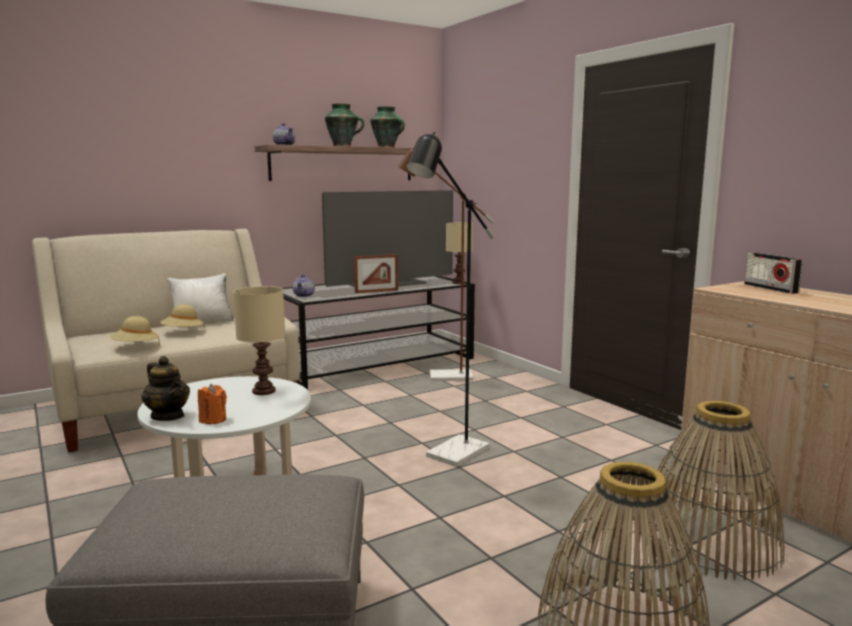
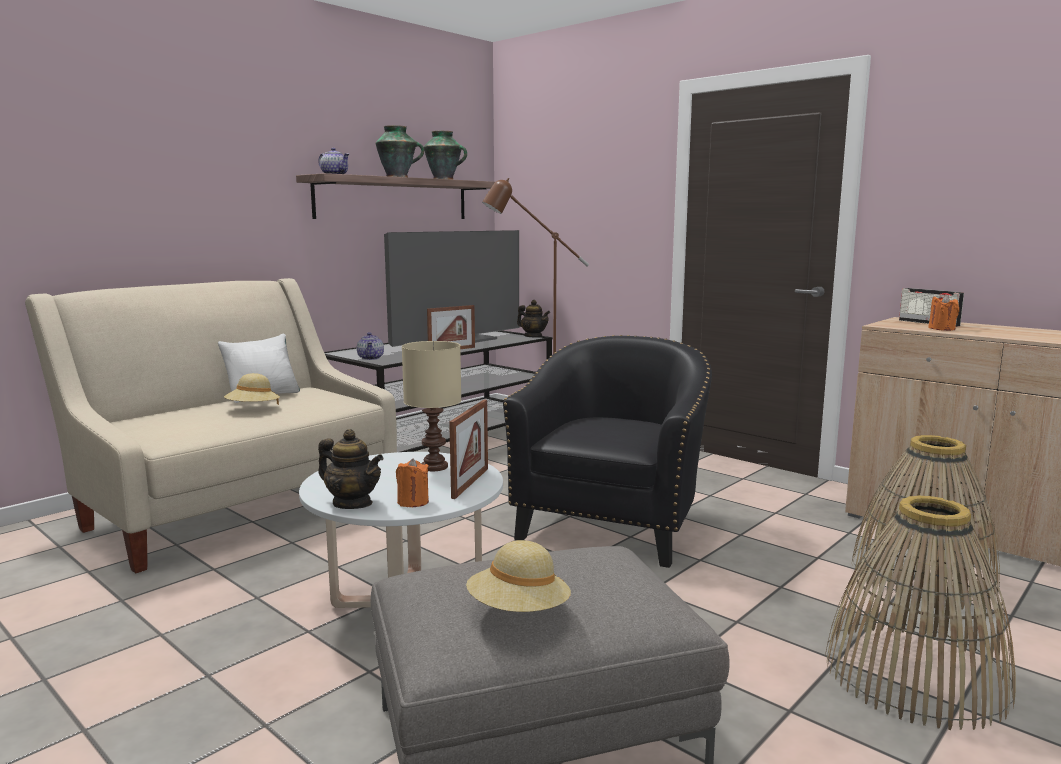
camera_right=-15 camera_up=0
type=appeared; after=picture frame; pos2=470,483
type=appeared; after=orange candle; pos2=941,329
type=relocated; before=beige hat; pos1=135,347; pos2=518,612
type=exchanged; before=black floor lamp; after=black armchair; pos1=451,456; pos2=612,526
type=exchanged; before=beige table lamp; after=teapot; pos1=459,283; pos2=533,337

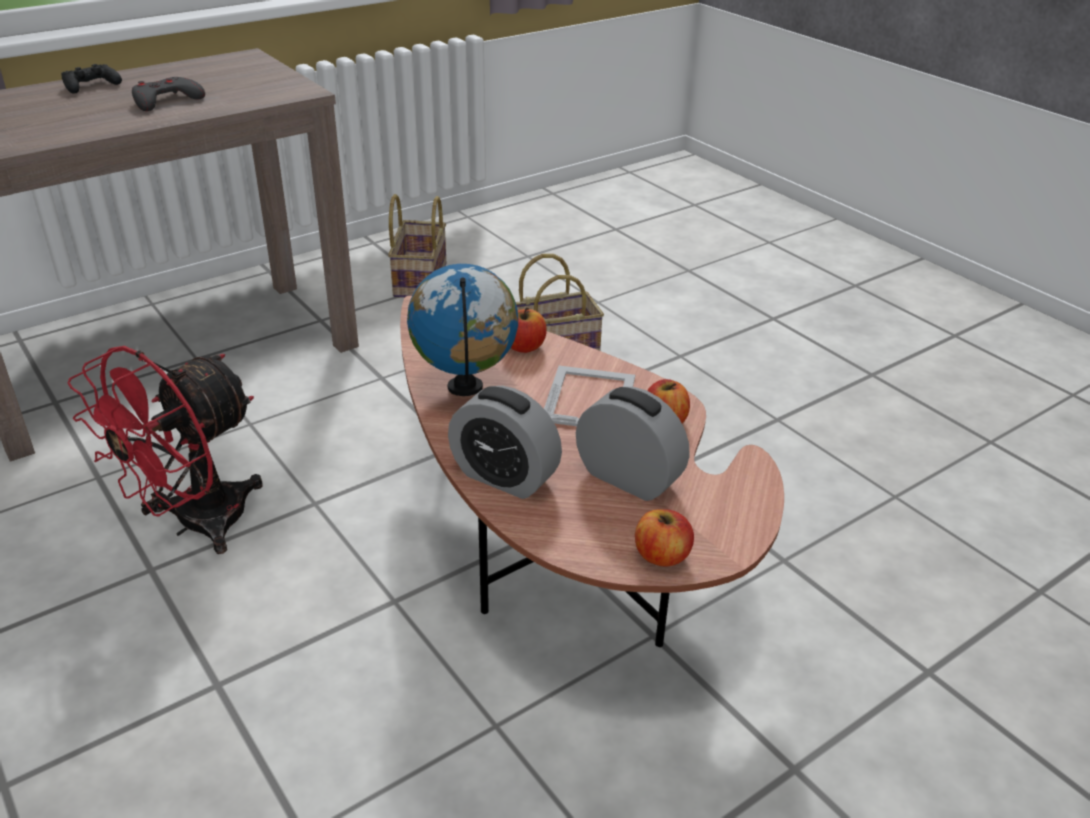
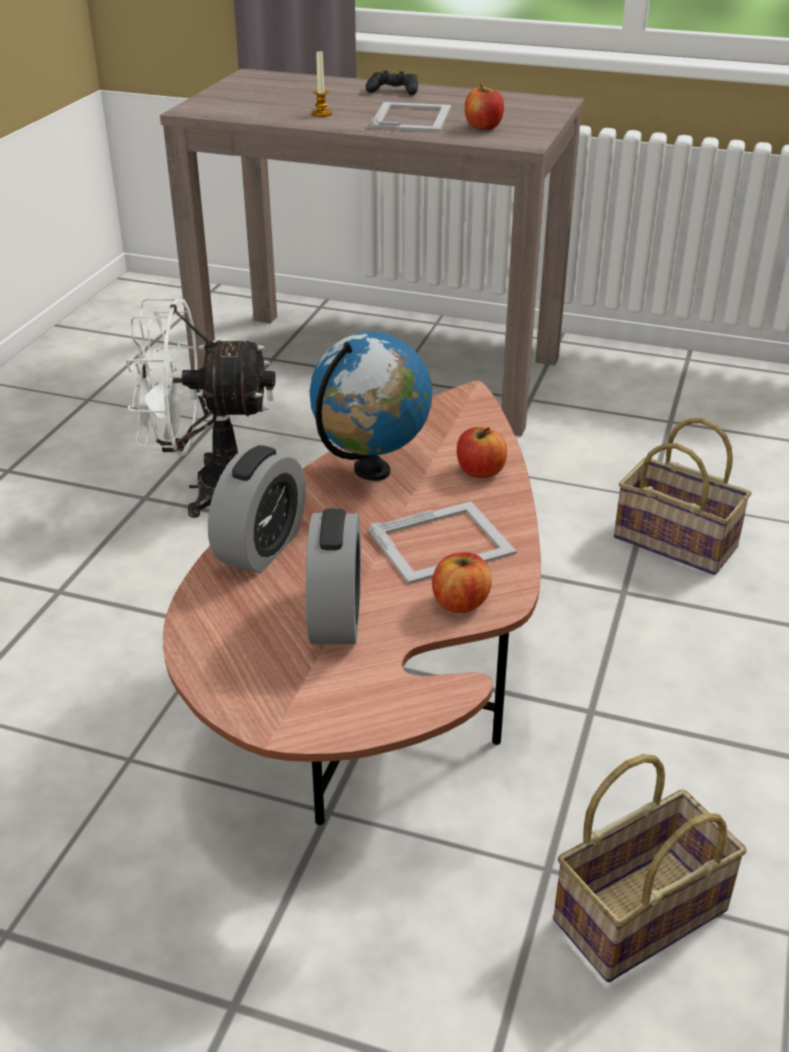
camera_right=55 camera_up=0
type=appeared; after=candle; pos2=321,113
type=relocated; before=basket; pos1=419,279; pos2=641,910
type=relocated; before=apple; pos1=662,556; pos2=483,127
type=exchanged; before=grey game controller; after=picture frame; pos1=166,100; pos2=412,117
type=colour; before=red fan; after=white fan; pos1=195,525; pos2=209,488
type=spun; before=alarm clock; pos1=504,477; pos2=261,548; turn=-150

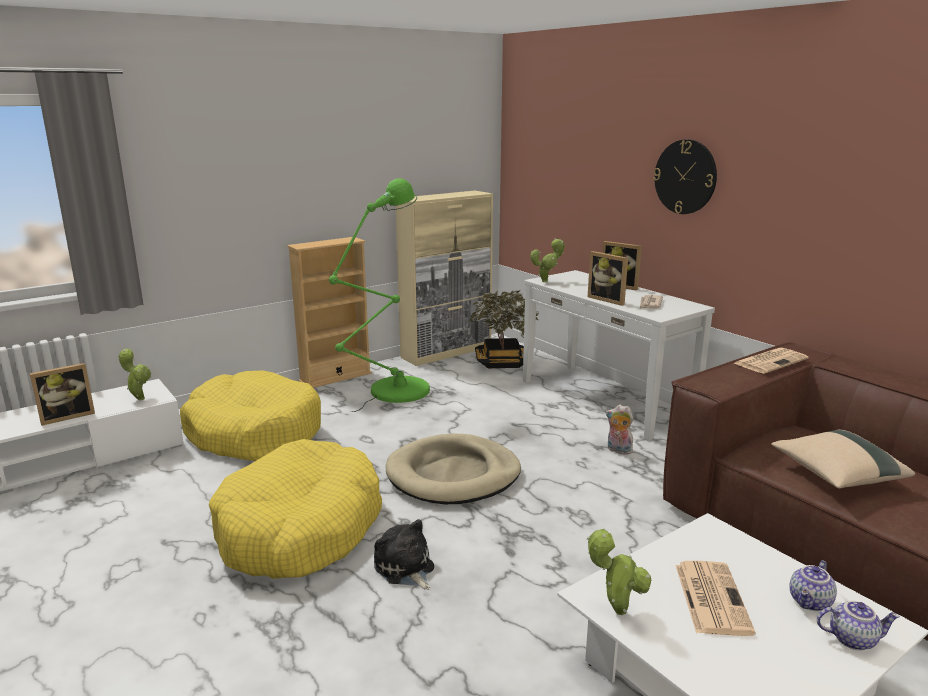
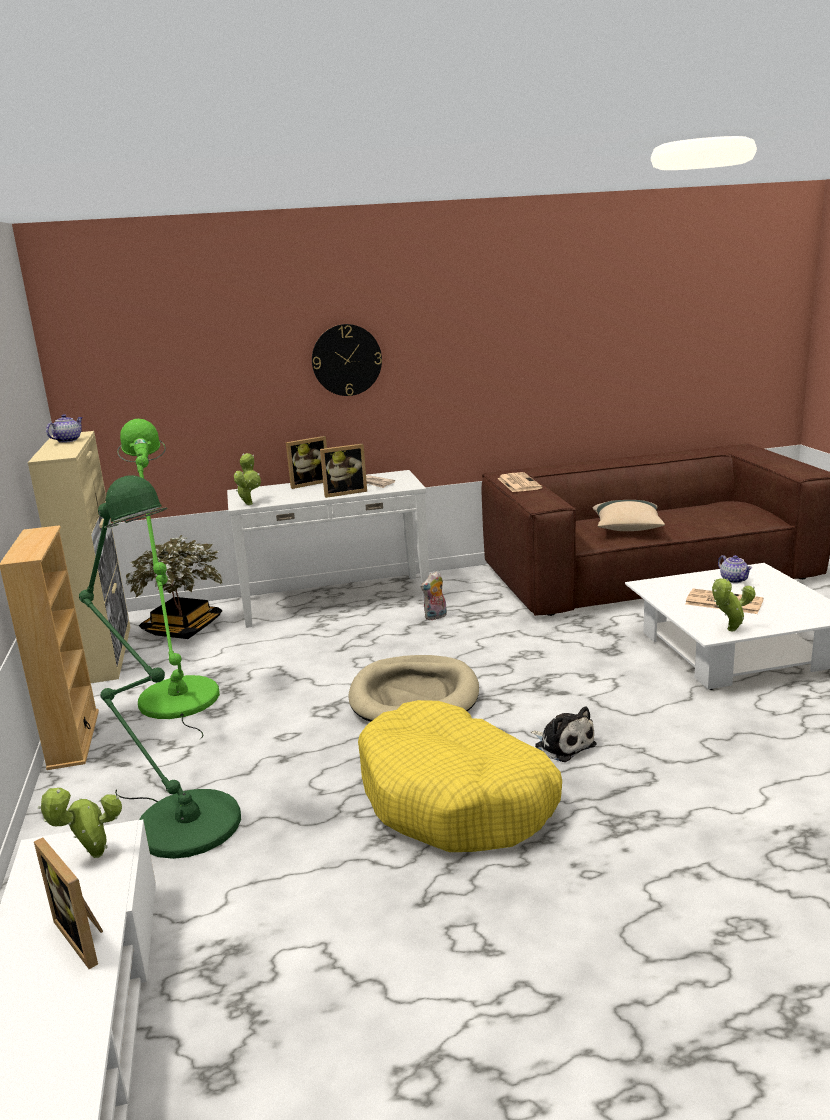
camera_right=-65 camera_up=0
type=relocated; before=teapot; pos1=852,638; pos2=67,440
type=exchanged; before=yellow dog bed; after=green floor lamp; pos1=254,433; pos2=180,819
type=spun; before=picture frame; pos1=67,416; pos2=85,936; turn=150
type=spun; before=plush toy; pos1=405,569; pos2=562,745; turn=-120

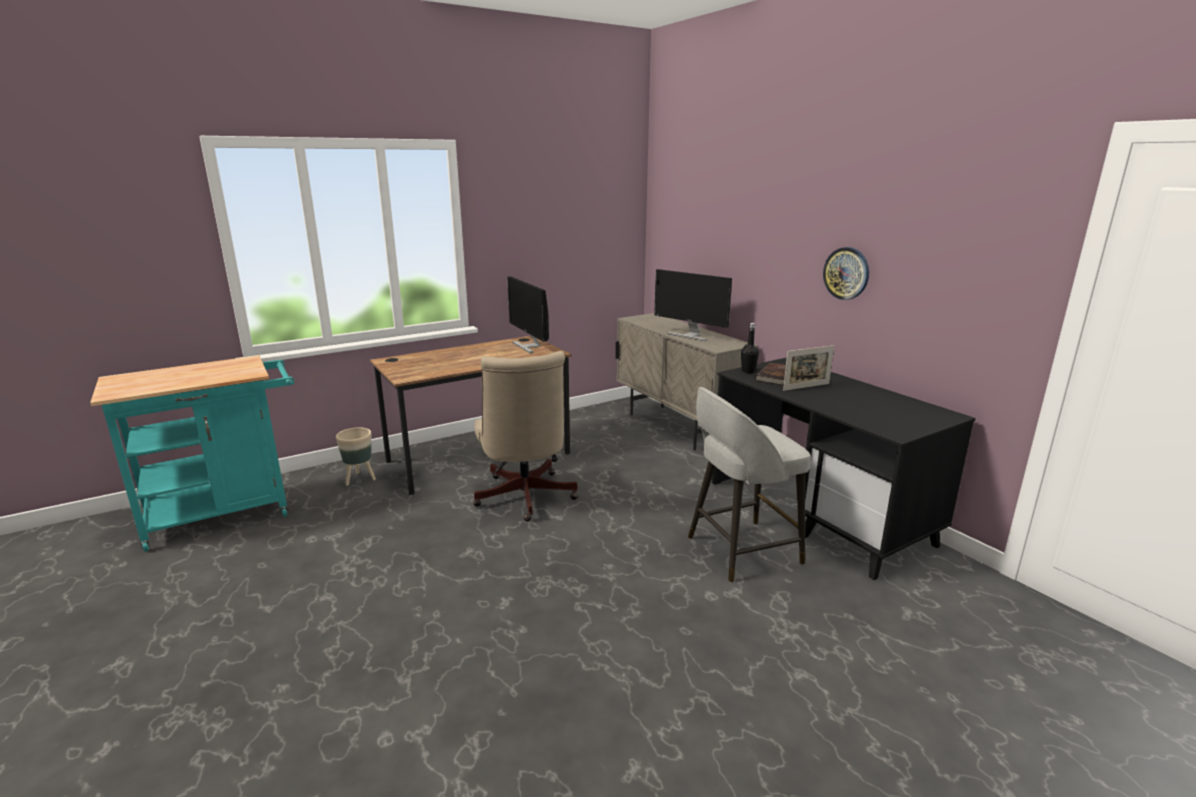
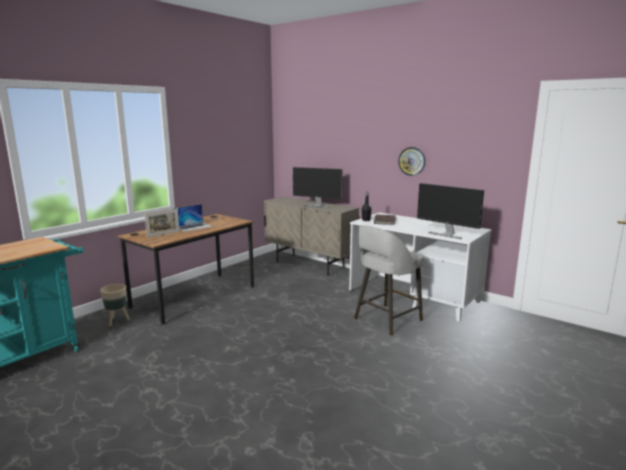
camera_right=-20 camera_up=-5
type=missing; before=beige office chair; pos1=524,499
type=appeared; after=laptop; pos2=193,227
type=relocated; before=monitor; pos1=529,346; pos2=446,234
type=relocated; before=picture frame; pos1=806,387; pos2=163,234
type=colour; before=black desk; after=white desk; pos1=819,513; pos2=414,296

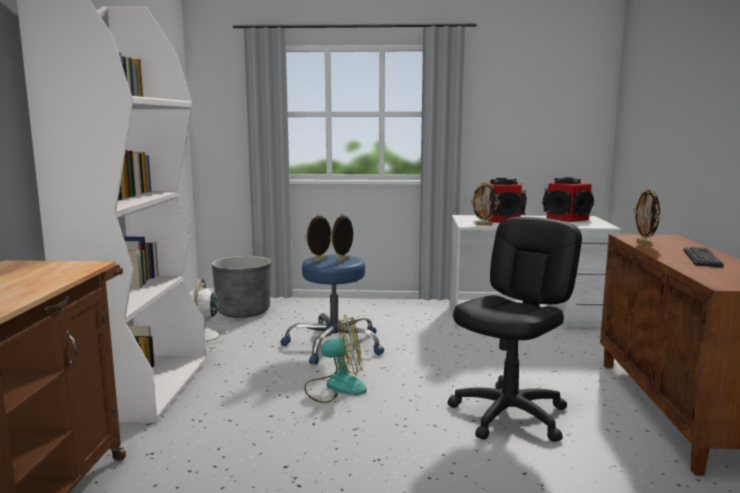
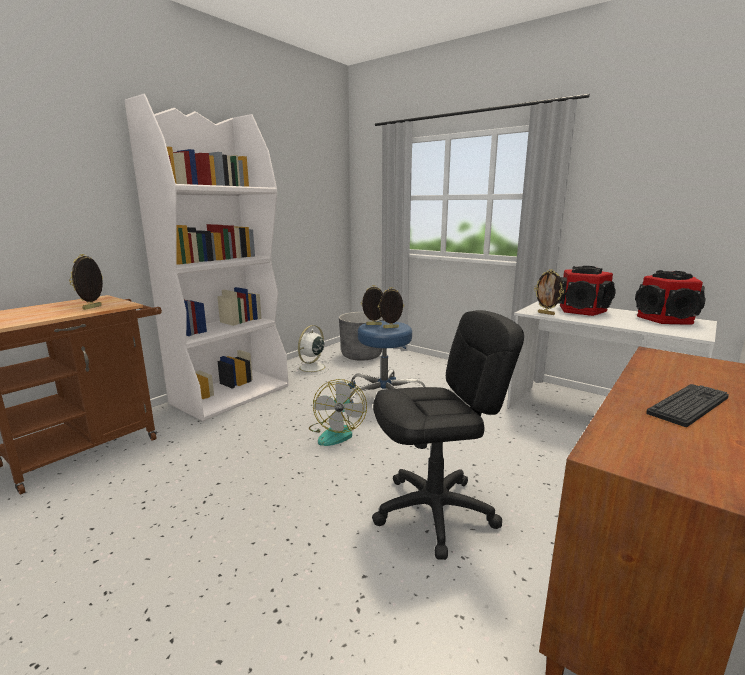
camera_right=35 camera_up=5
type=relocated; before=picture frame; pos1=644,244; pos2=93,307
type=spun; before=fan; pos1=336,387; pos2=336,432; turn=60

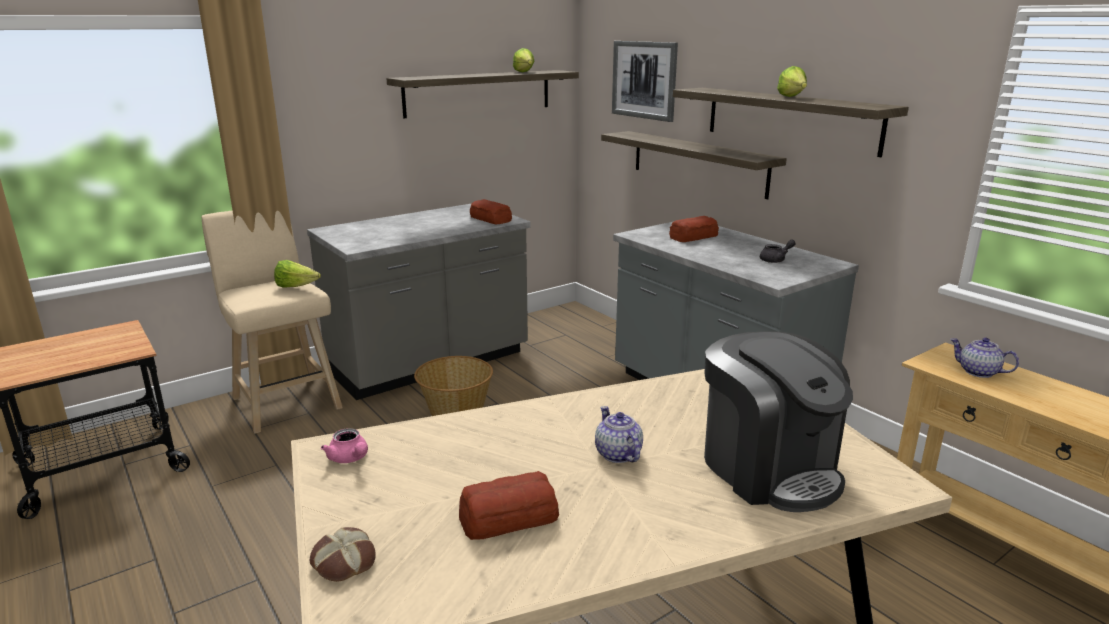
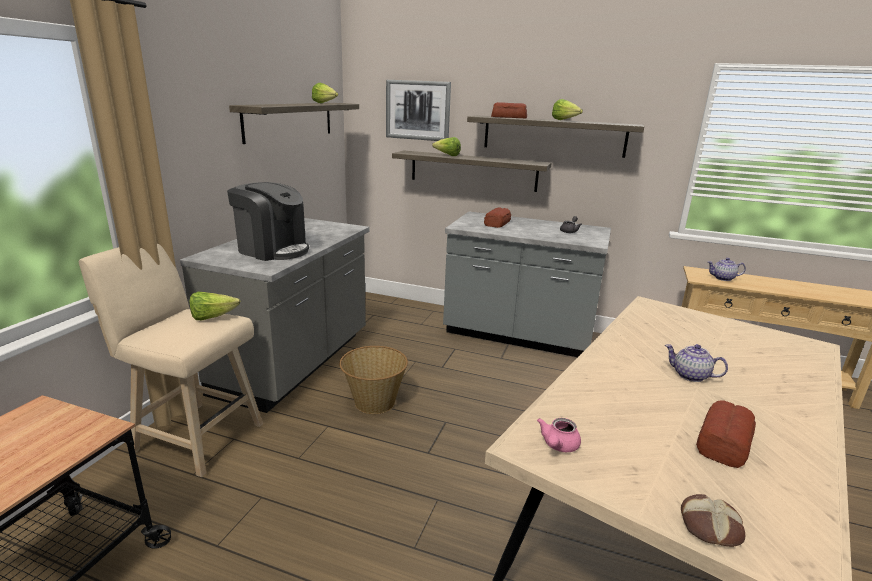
camera_right=-35 camera_up=0
type=appeared; after=lettuce; pos2=447,155
type=relocated; before=bread; pos1=490,219; pos2=509,117
type=relocated; before=coffee machine; pos1=769,468; pos2=273,250
type=spun; before=pink teapot; pos1=350,458; pos2=558,446; turn=105

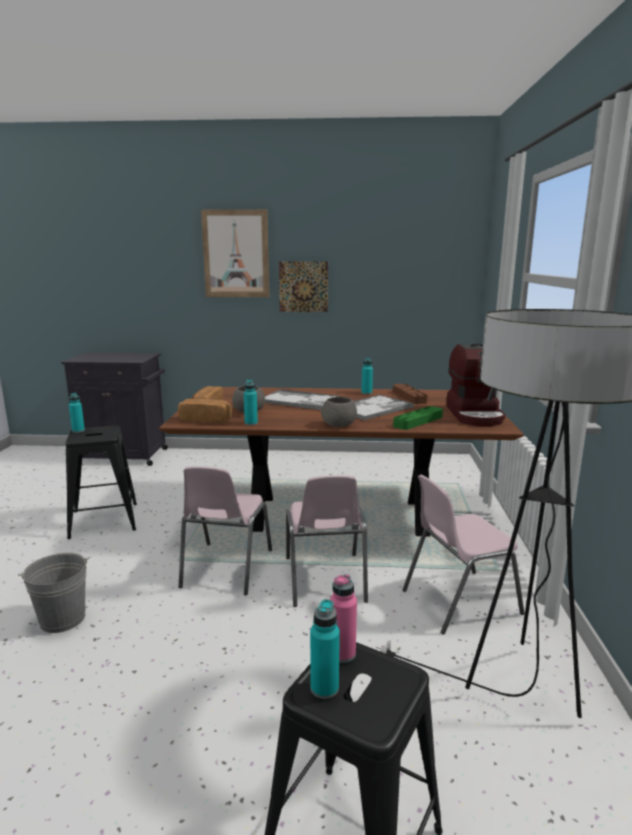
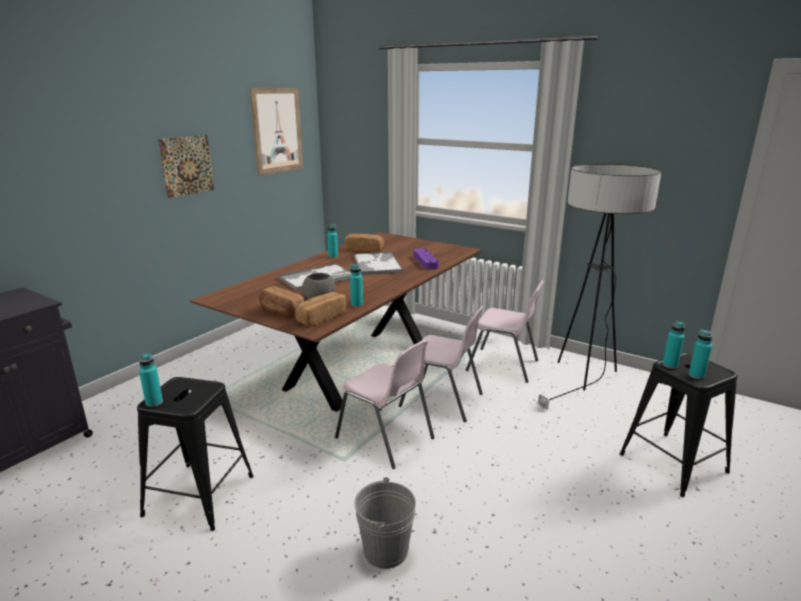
camera_right=-60 camera_up=5
type=missing; before=grey bowl; pos1=339,425
type=missing; before=coffee machine; pos1=475,415
type=relocated; before=picture; pos1=236,254; pos2=277,130
type=exchanged; before=brown tray; after=bread; pos1=409,397; pos2=364,249
type=colour; before=pink bottle; after=turquoise bottle; pos1=342,654; pos2=670,365
type=colour; before=green tray; after=purple tray; pos1=418,421; pos2=425,261
type=spun; before=pink chair; pos1=458,601; pos2=503,365; turn=-75

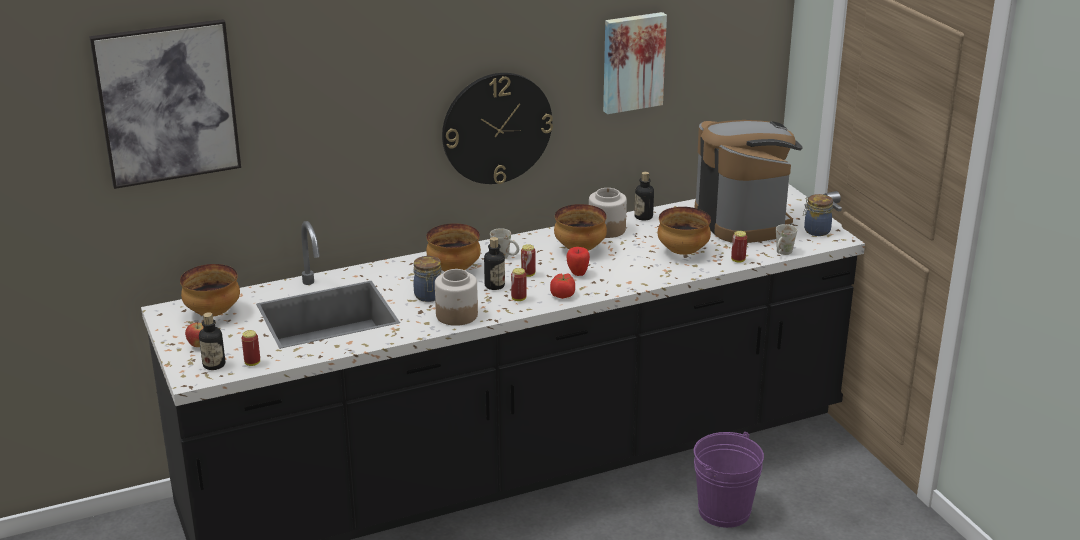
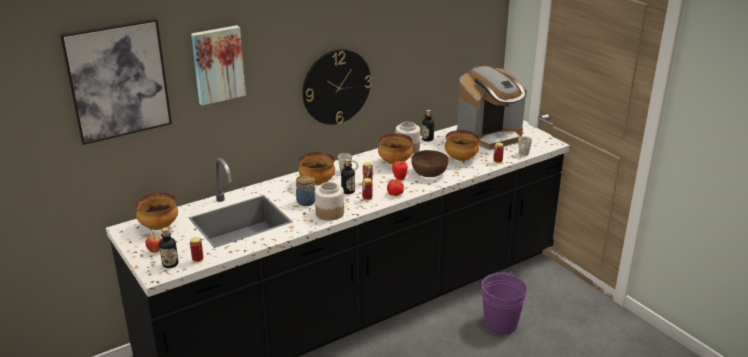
camera_right=-10 camera_up=0
type=missing; before=jar; pos1=815,230
type=appeared; after=brown bowl; pos2=429,173
type=relocated; before=picture; pos1=632,62; pos2=217,64
type=spun; before=coffee machine; pos1=742,220; pos2=490,136; turn=90

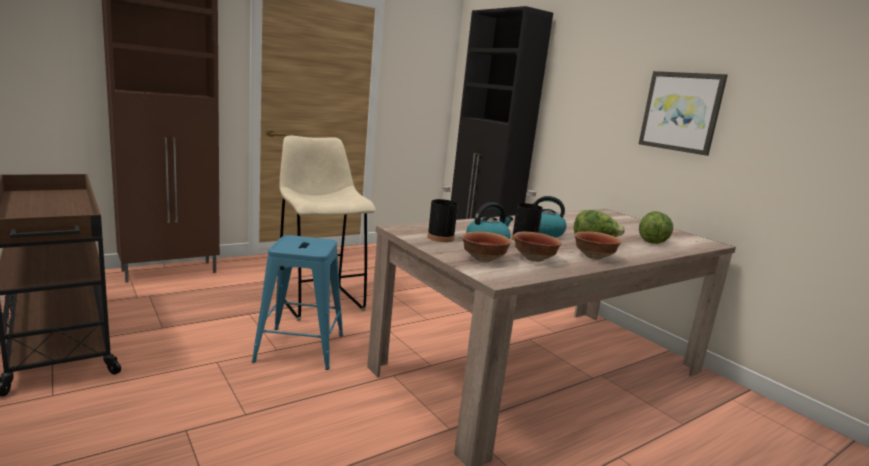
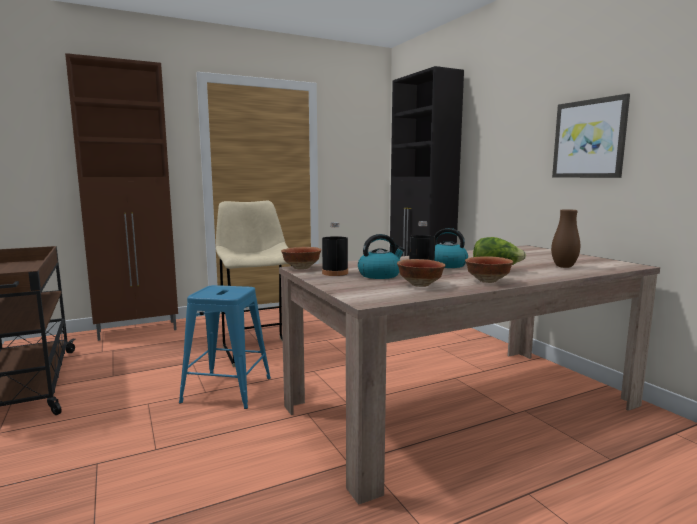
camera_right=10 camera_up=-5
type=relocated; before=bowl; pos1=483,260; pos2=301,268
type=exchanged; before=lettuce; after=brown vase; pos1=653,241; pos2=564,267

